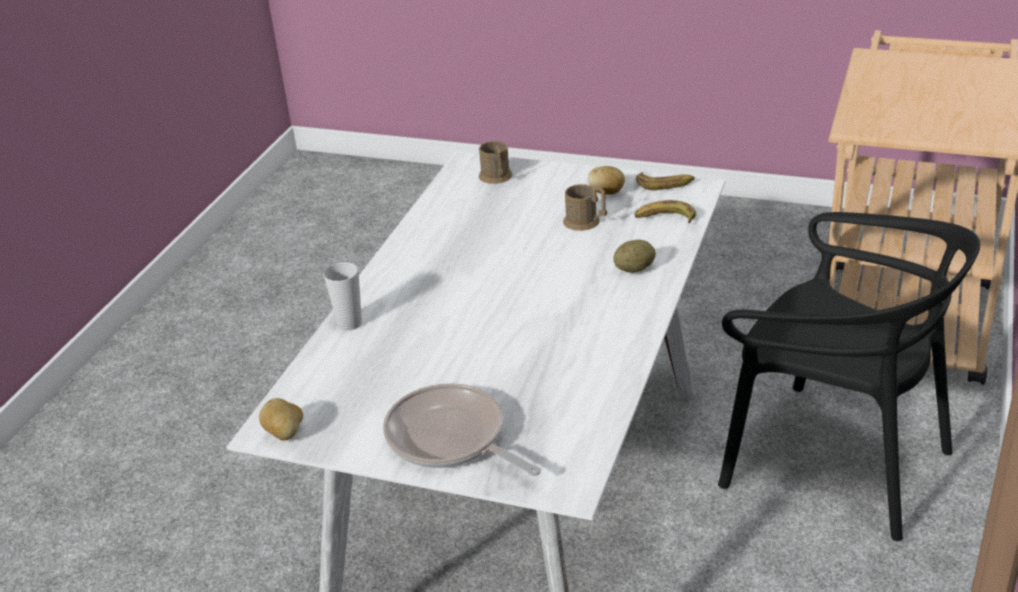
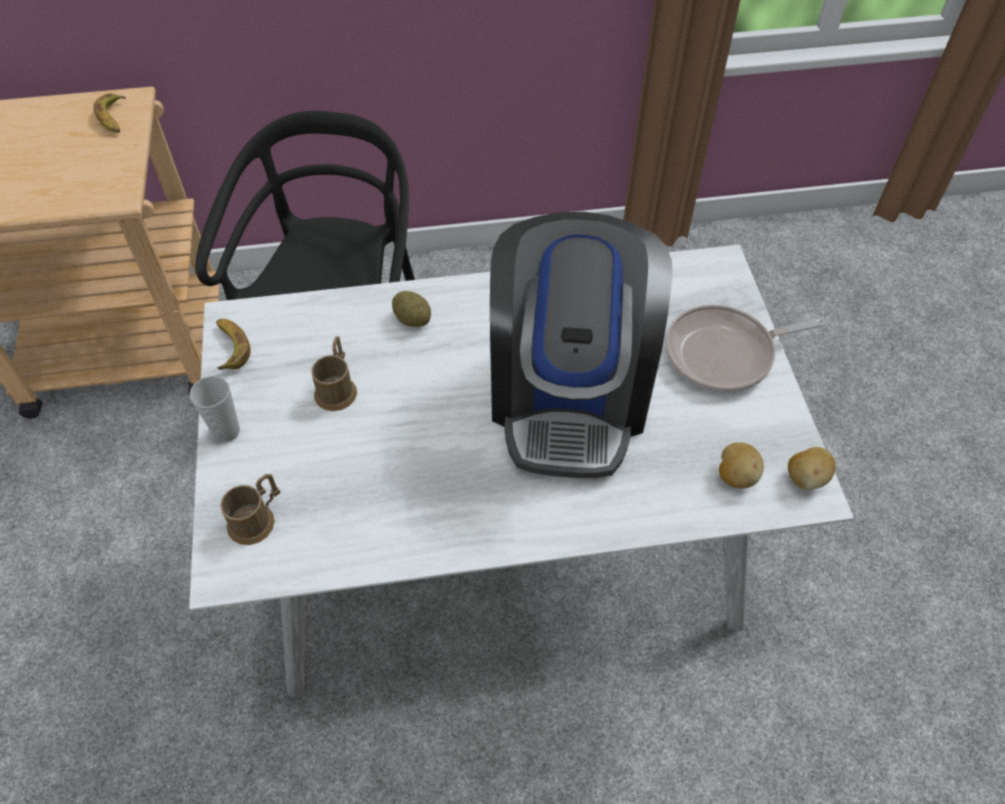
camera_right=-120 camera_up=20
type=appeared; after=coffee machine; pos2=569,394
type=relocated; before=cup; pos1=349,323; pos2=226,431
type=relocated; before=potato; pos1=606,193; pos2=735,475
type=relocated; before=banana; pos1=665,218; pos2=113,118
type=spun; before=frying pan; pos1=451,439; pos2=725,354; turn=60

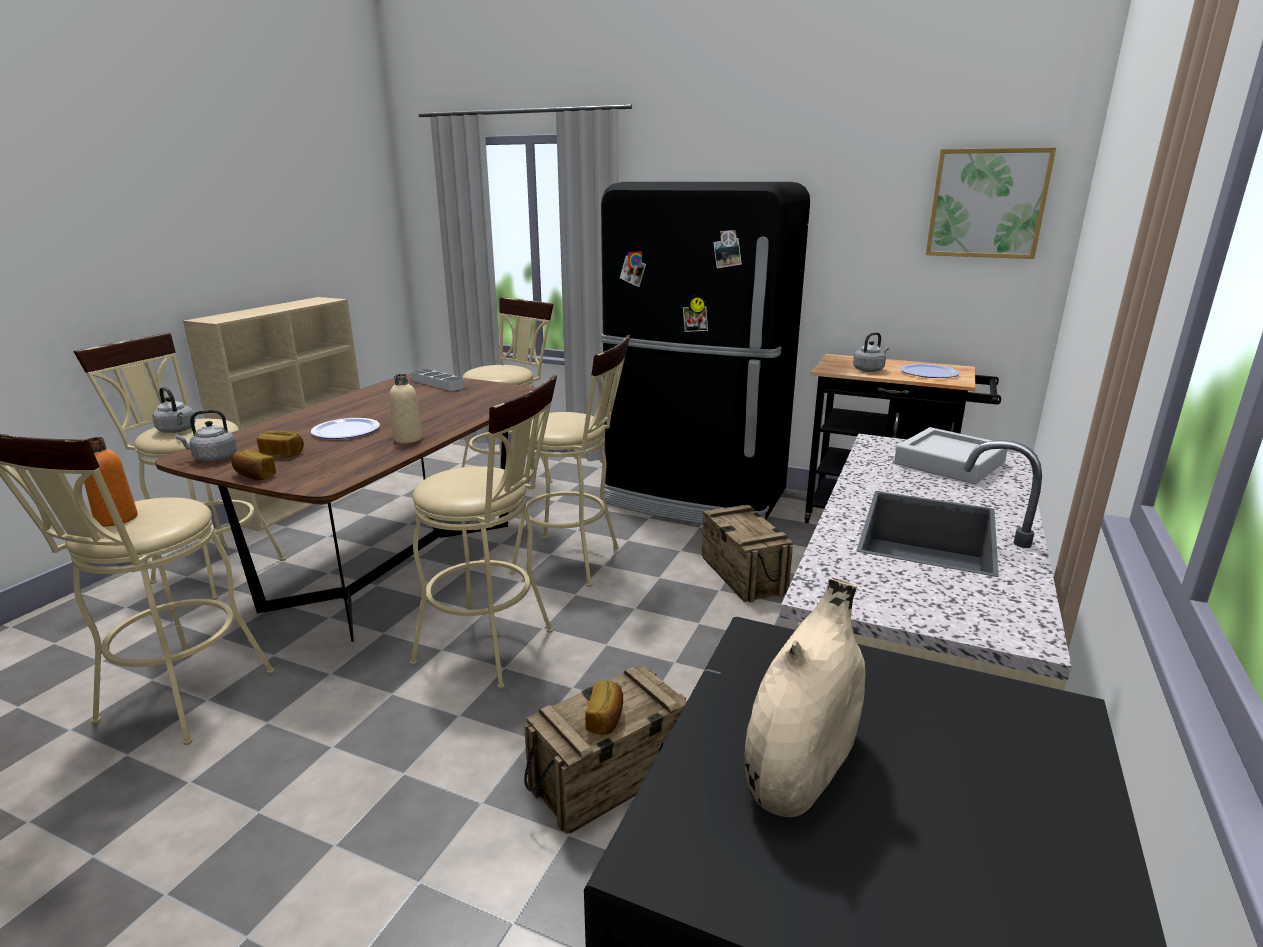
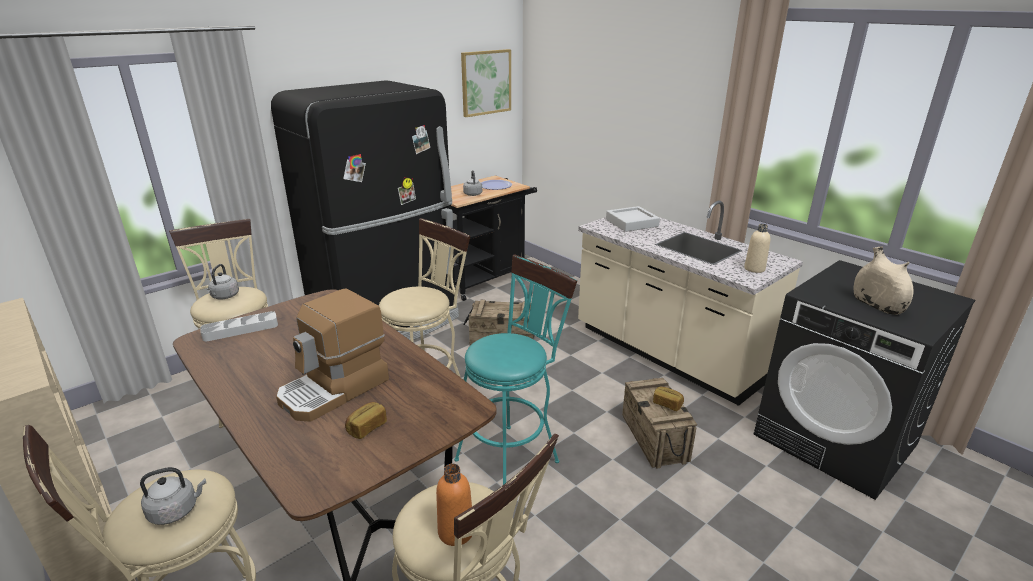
camera_right=-65 camera_up=5
type=missing; before=bread; pos1=254,476
type=relocated; before=grey kettle; pos1=213,458; pos2=224,296
type=relocated; before=beige bottle; pos1=408,439; pos2=754,269
type=exchanged; before=plate; after=coffee machine; pos1=346,430; pos2=335,389
type=colour; before=beige stool; after=turquoise stool; pos1=494,649; pos2=513,456

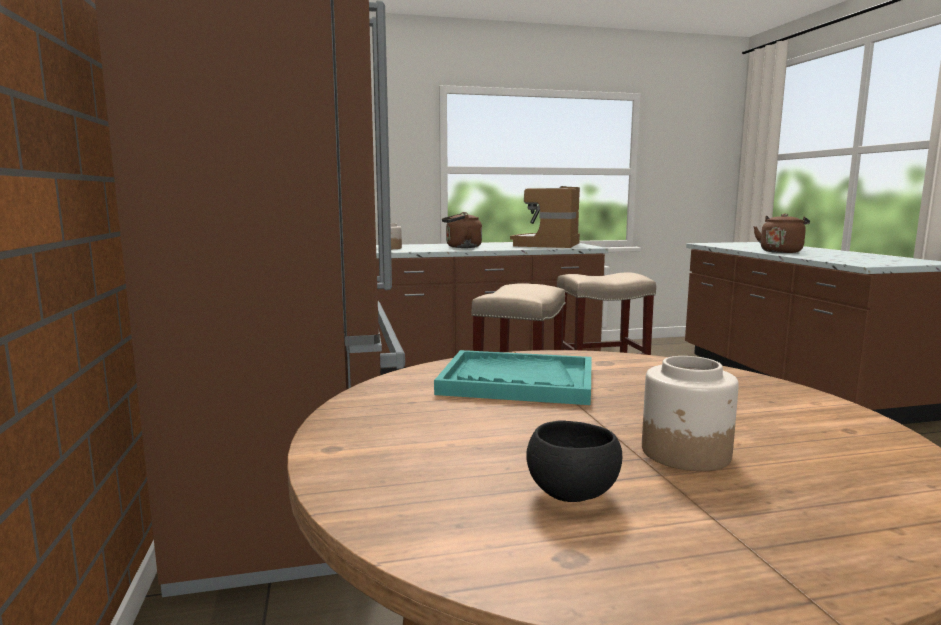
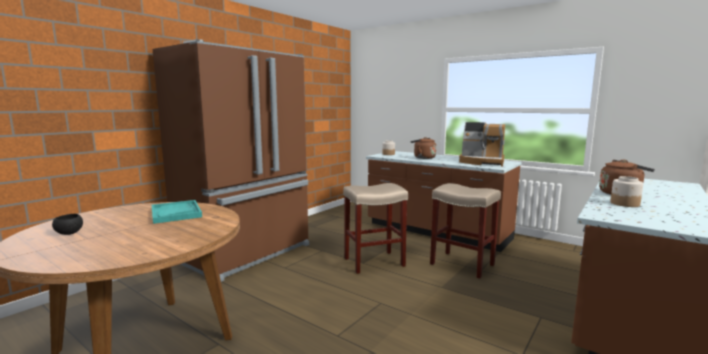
camera_right=50 camera_up=0
type=relocated; before=jar; pos1=686,453; pos2=624,204
type=spun; before=coffee machine; pos1=547,245; pos2=482,162; turn=-135

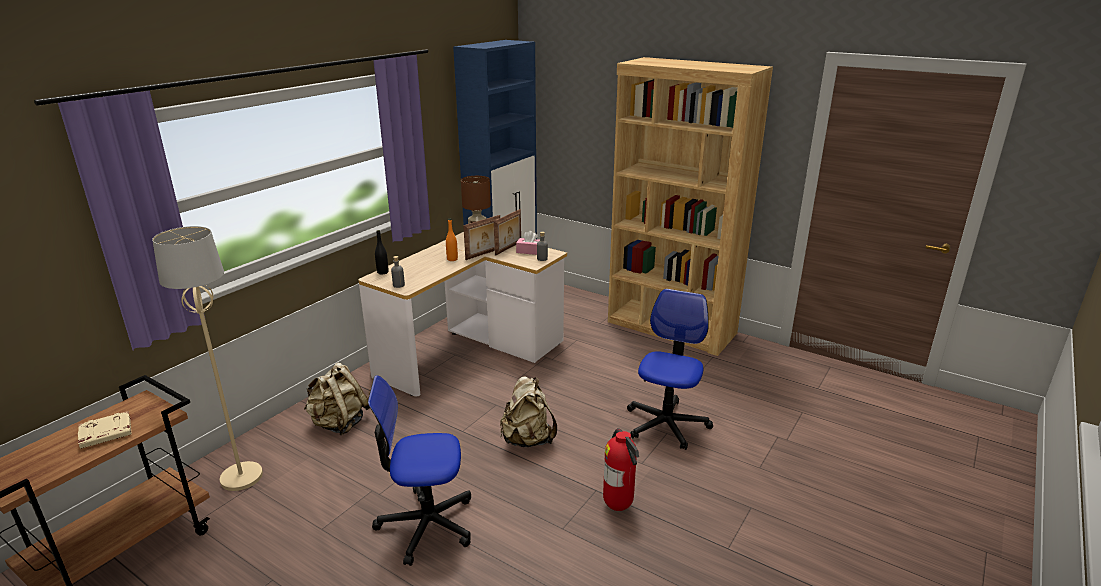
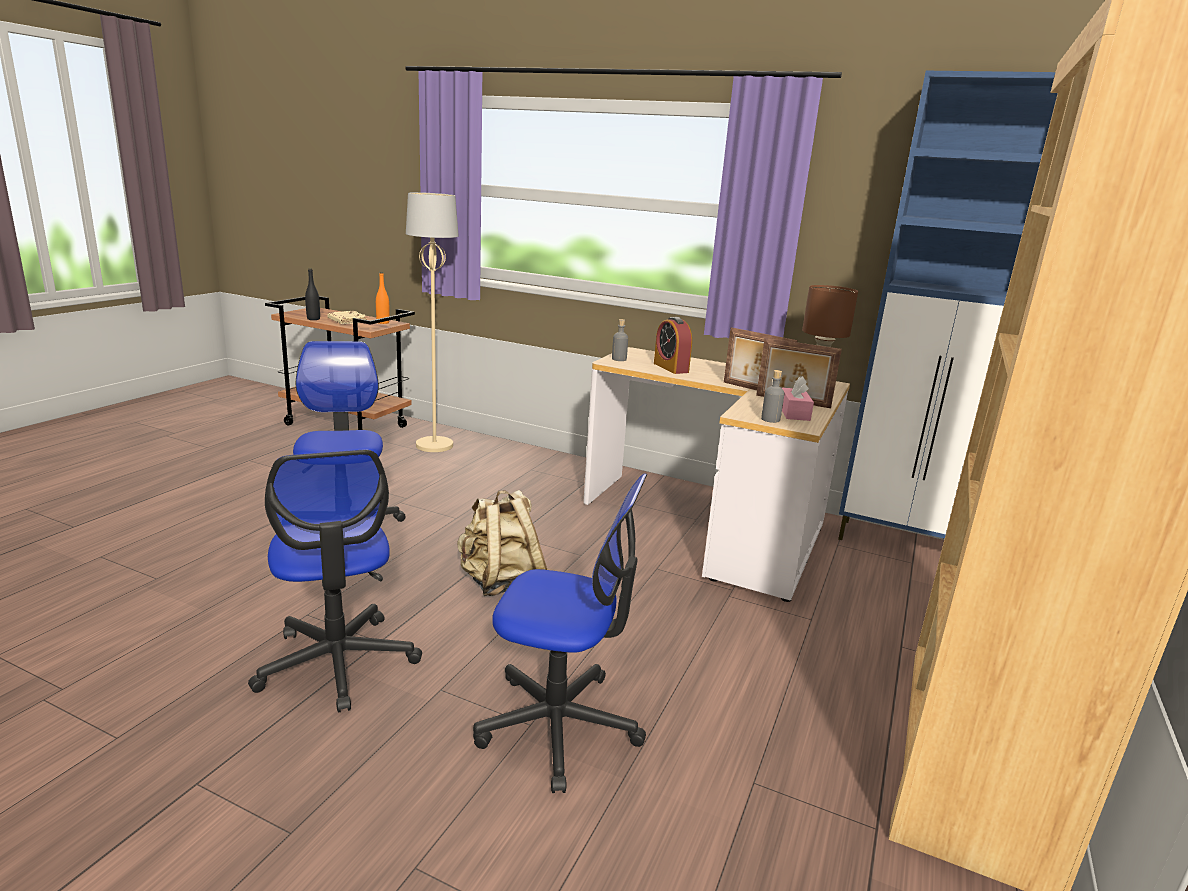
camera_right=80 camera_up=-5
type=missing; before=beige backpack; pos1=339,424
type=appeared; after=alarm clock; pos2=671,368
type=relocated; before=black bottle; pos1=382,272; pos2=313,319
type=relocated; before=orange bottle; pos1=452,259; pos2=383,322
type=exchanged; before=fire extinguisher; after=office chair; pos1=618,506; pos2=337,662

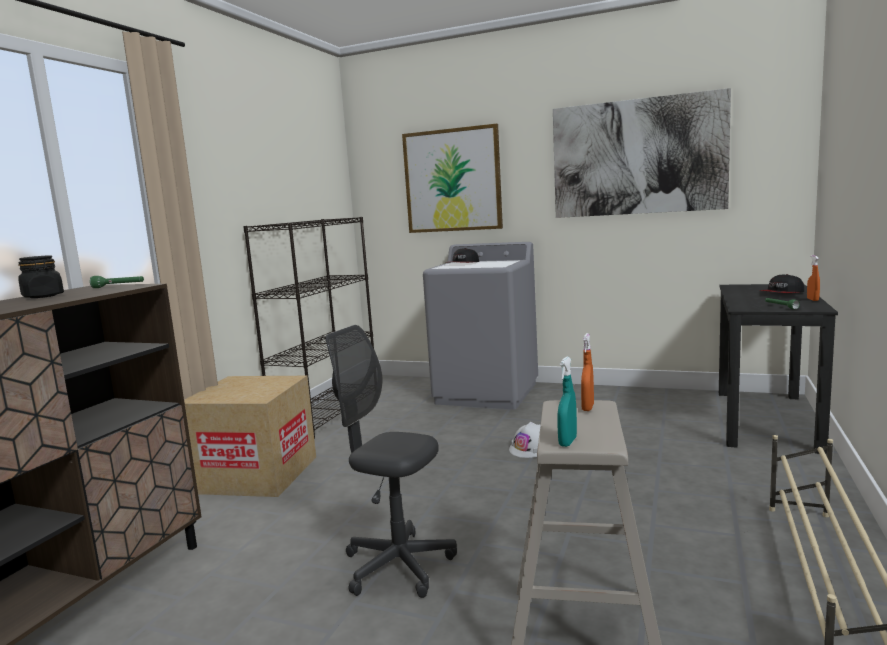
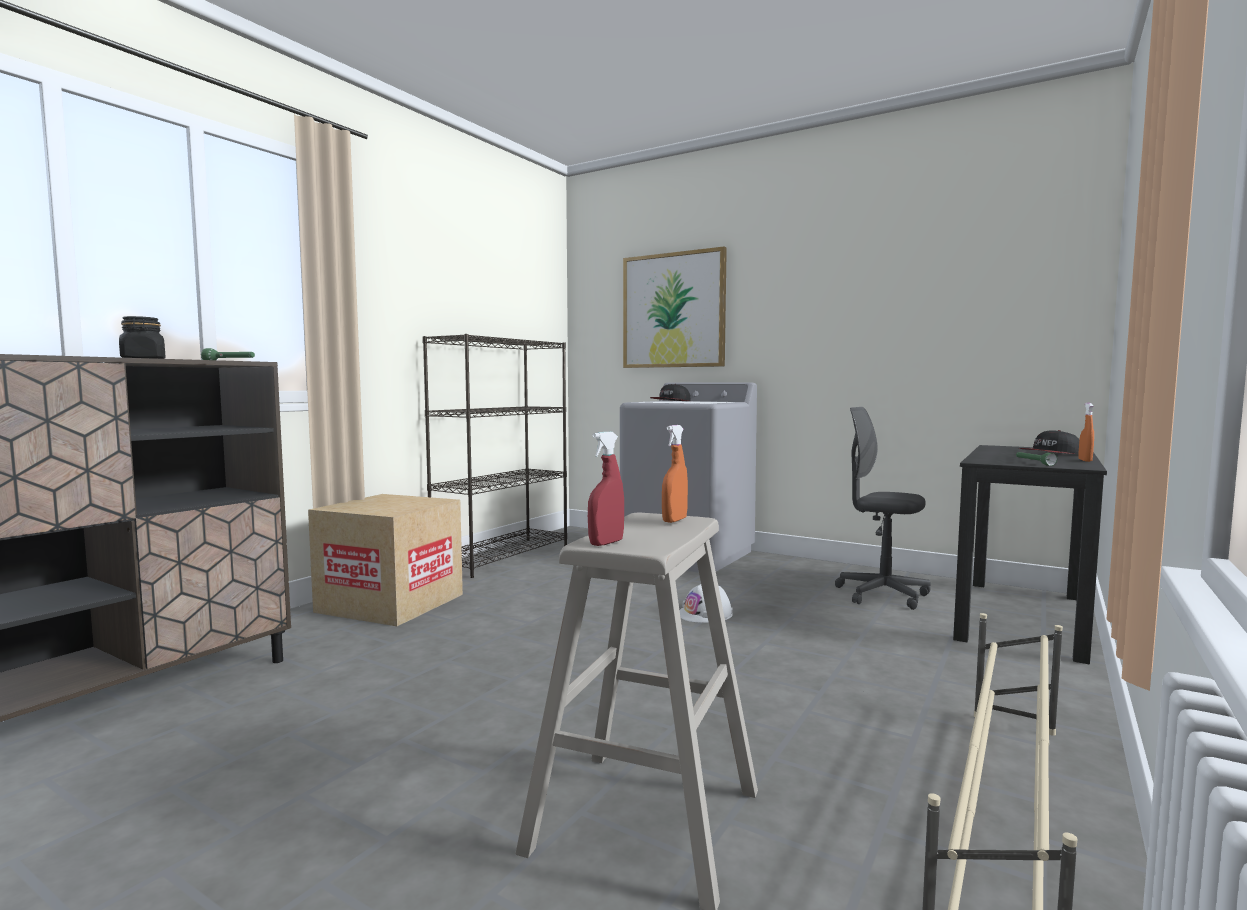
camera_right=10 camera_up=-5
type=missing; before=picture; pos1=637,157
type=relocated; before=grey office chair; pos1=398,566; pos2=882,595
type=colour; before=turquoise spray bottle; after=red spray bottle; pos1=567,442; pos2=606,543

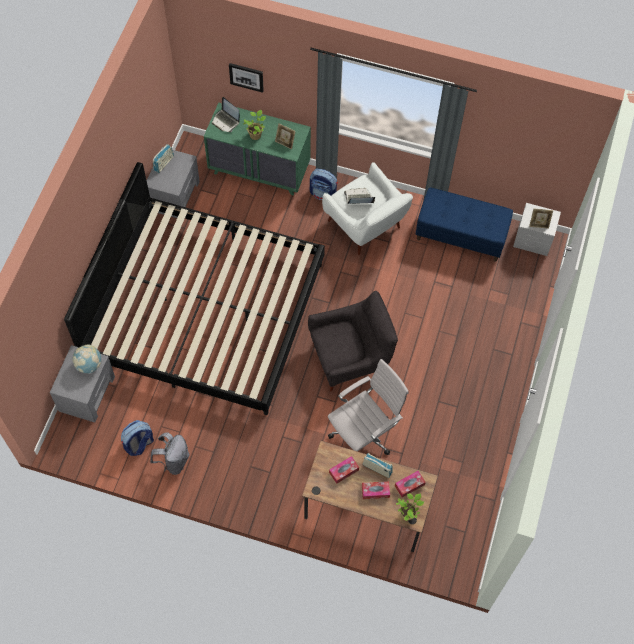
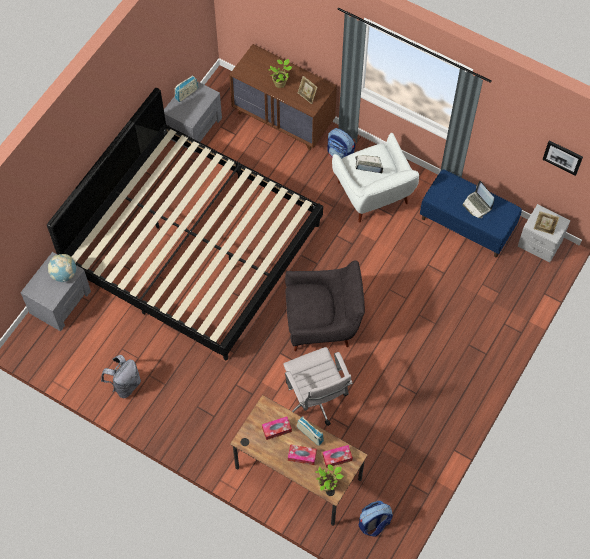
camera_right=15 camera_up=0
type=relocated; before=backpack; pos1=139,444; pos2=374,523
type=relocated; before=laptop; pos1=226,121; pos2=477,205
type=relocated; before=picture; pos1=246,76; pos2=563,157
type=colour; before=green dresser; after=brown dresser; pos1=259,170; pos2=283,119
type=spun; before=white office chair; pos1=364,434; pos2=316,400; turn=90

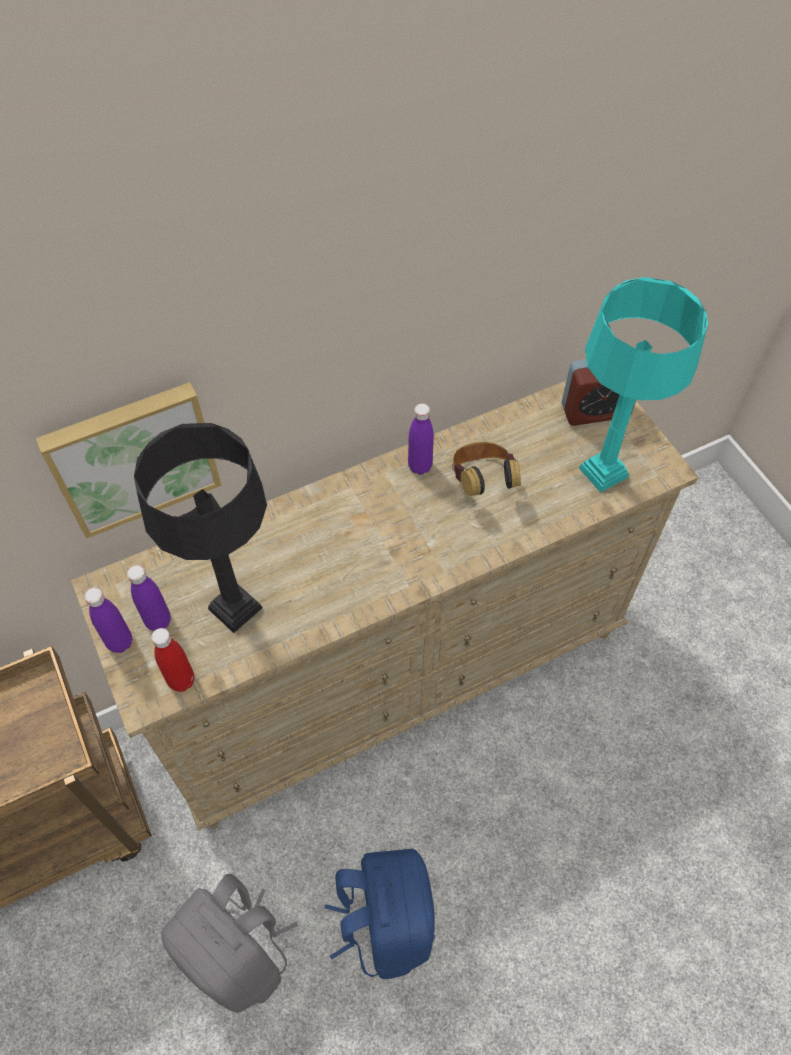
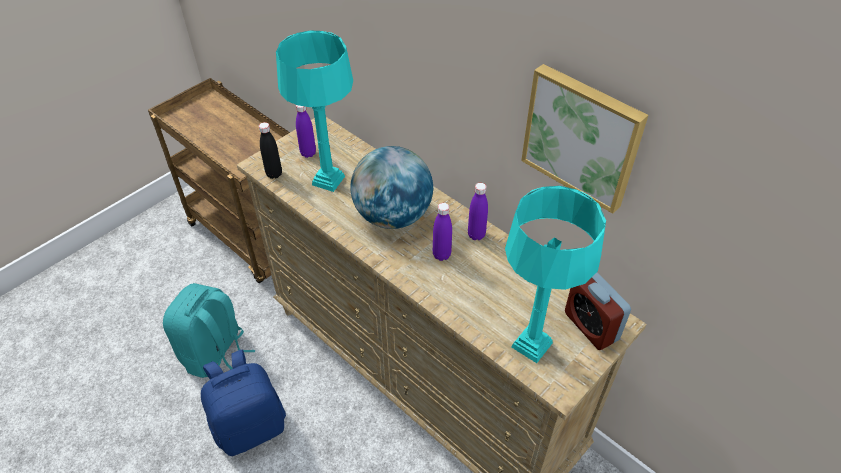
camera_right=70 camera_up=-10
type=missing; before=headphones; pos1=482,481
type=appeared; after=globe; pos2=393,216
type=relocated; before=picture; pos1=133,457; pos2=582,136
type=relocated; before=purple bottle; pos1=120,642; pos2=441,255
type=colour; before=black table lamp; after=turquoise table lamp; pos1=236,608; pos2=329,181
type=colour; before=red bottle; after=black bottle; pos1=181,680; pos2=274,174
type=colour; before=grey backpack; after=turquoise backpack; pos1=239,953; pos2=215,353

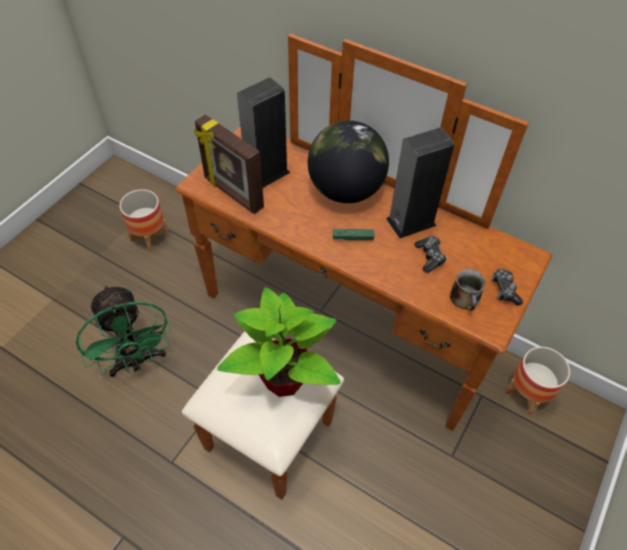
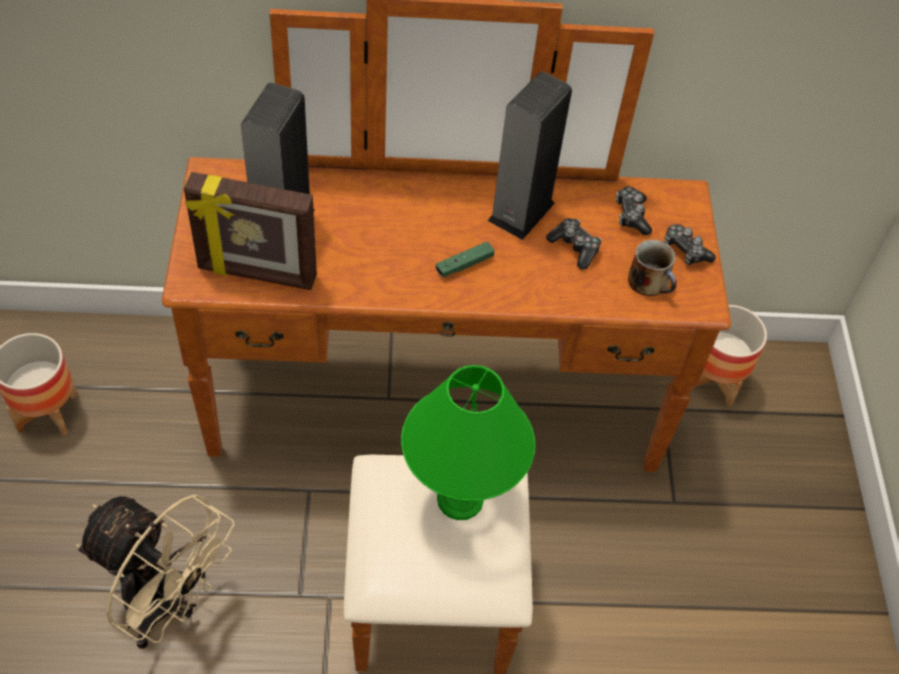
camera_right=-35 camera_up=0
type=missing; before=globe; pos1=345,190
type=appeared; after=game controller; pos2=631,216
type=exchanged; before=potted plant; after=green table lamp; pos1=285,379; pos2=460,500
type=colour; before=green fan; after=beige fan; pos1=137,361; pos2=166,605

